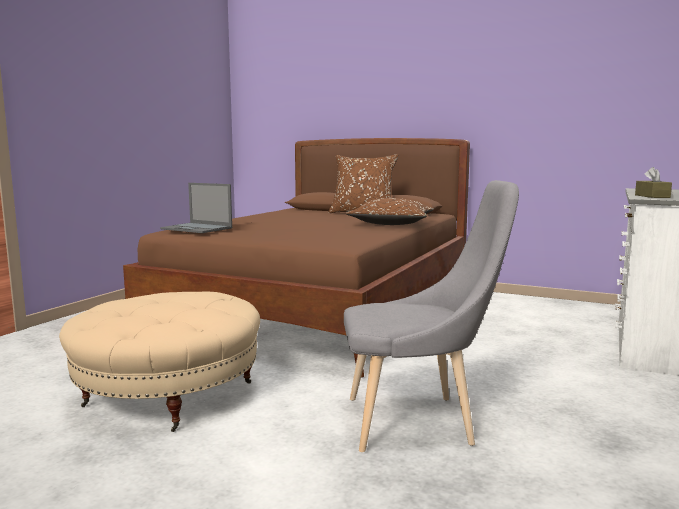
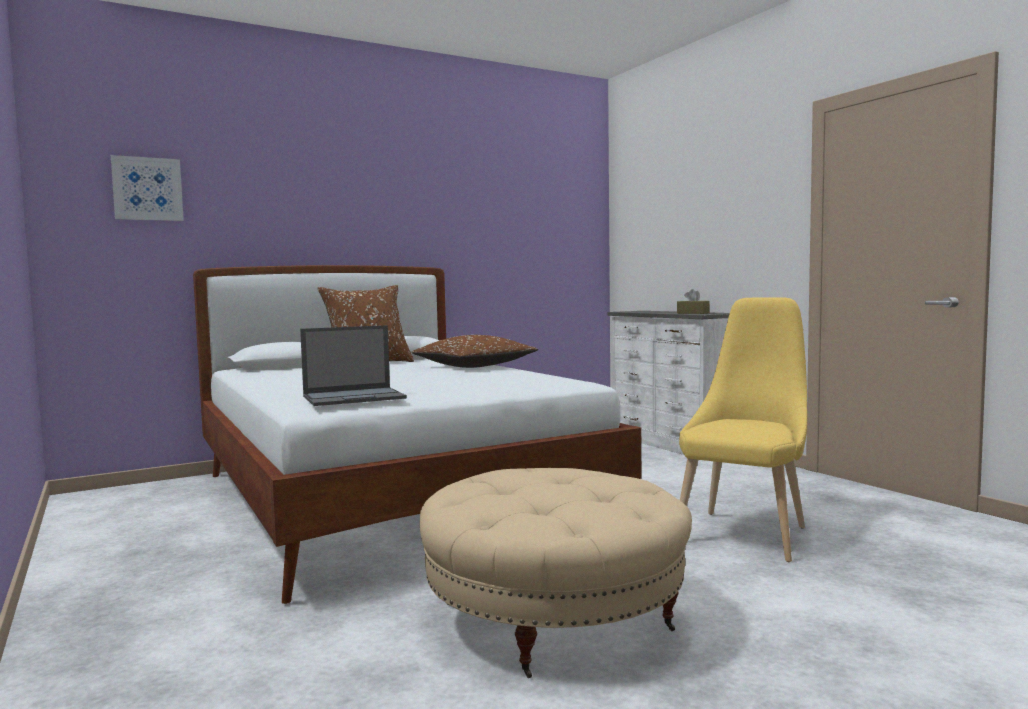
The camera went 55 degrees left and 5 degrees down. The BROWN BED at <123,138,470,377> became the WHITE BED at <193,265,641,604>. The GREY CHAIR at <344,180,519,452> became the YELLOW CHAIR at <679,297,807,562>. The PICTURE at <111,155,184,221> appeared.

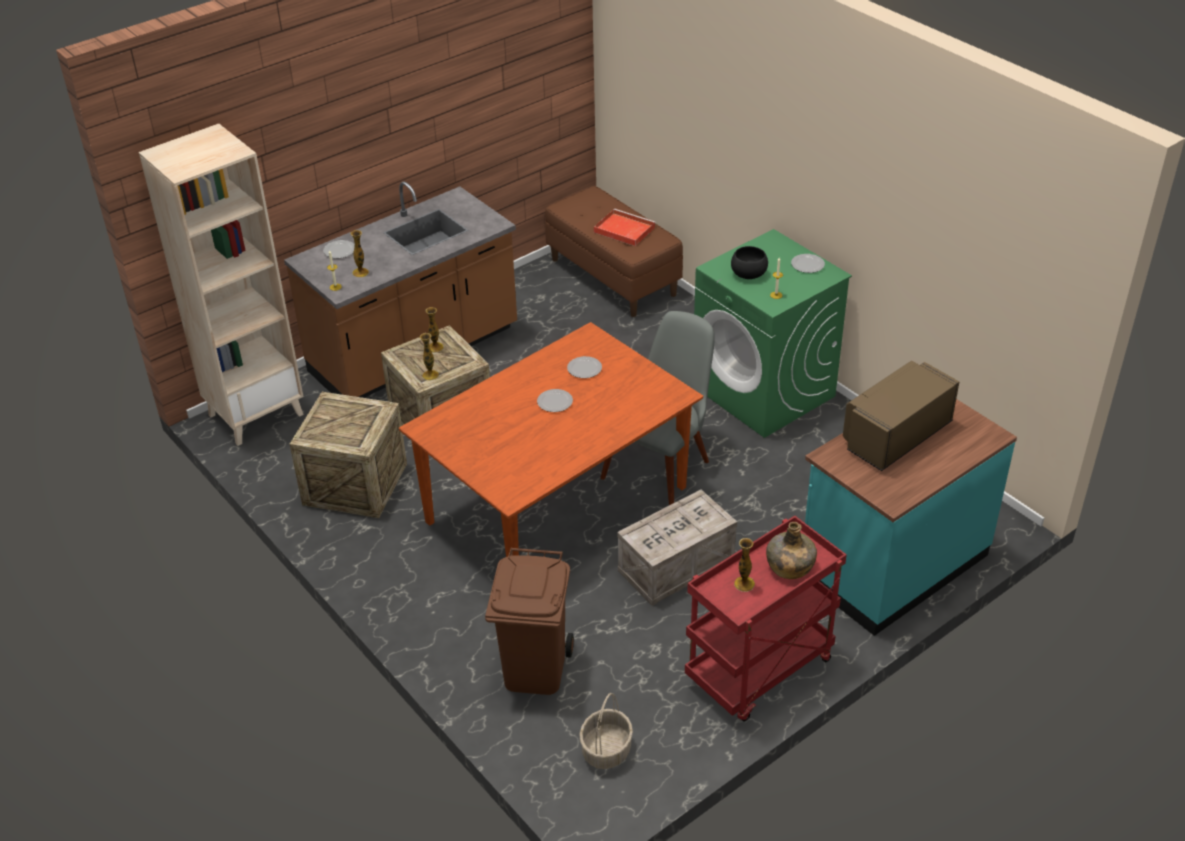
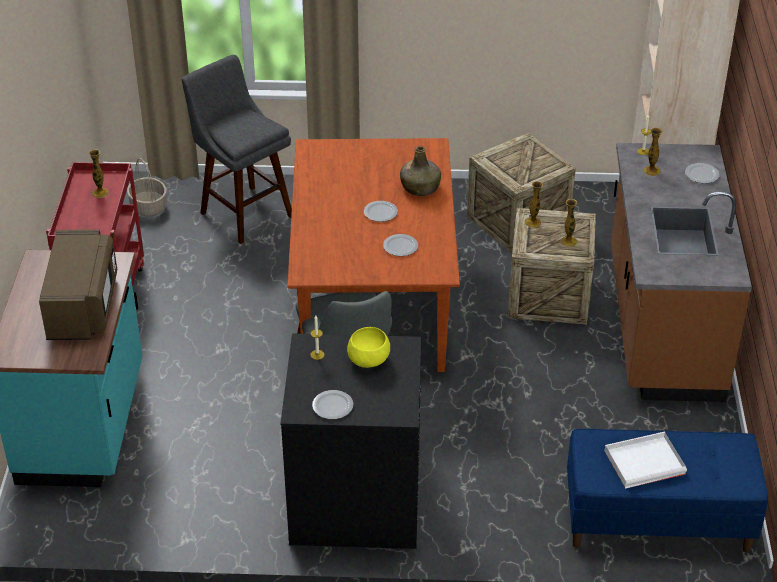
The camera went 130 degrees right and 0 degrees up. The BROWN TRASH CAN at <485,548,574,695> was replaced by the GREY STOOL at <182,55,292,244>. The BROWN BENCH at <545,186,683,317> became the BLUE BENCH at <567,429,768,553>. The RED TRAY at <594,209,656,246> became the WHITE TRAY at <604,432,687,489>. The CRATE at <617,489,737,606> disappeared. The GREEN WASHING MACHINE at <694,229,852,438> became the BLACK WASHING MACHINE at <280,333,421,549>. The BLACK BOWL at <731,246,768,279> became the YELLOW BOWL at <347,327,390,368>. The GREEN BOTTLE moved from <766,522,817,579> to <400,146,441,196>.

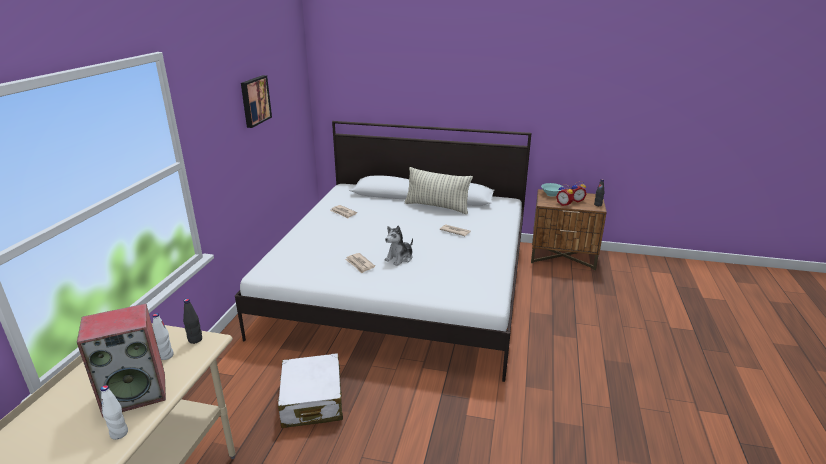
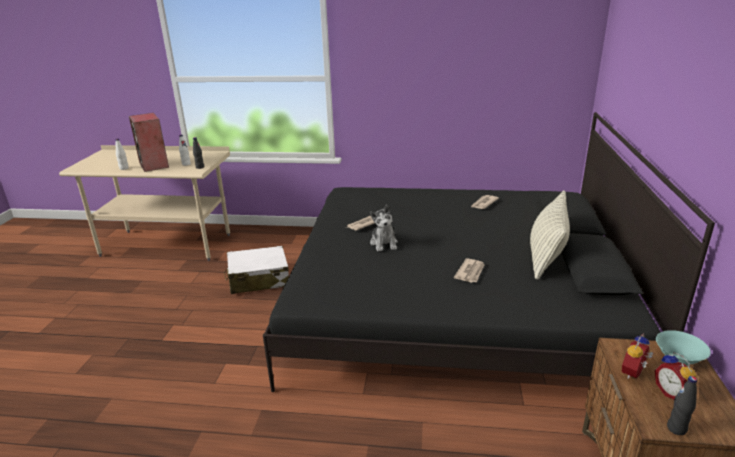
The camera went 85 degrees right and 0 degrees up. The WHITE BED at <235,121,531,382> became the BLACK BED at <263,112,715,392>. The PICTURE at <241,75,272,128> disappeared. The PLUSH TOY at <385,226,413,266> turned 135 degrees counterclockwise.

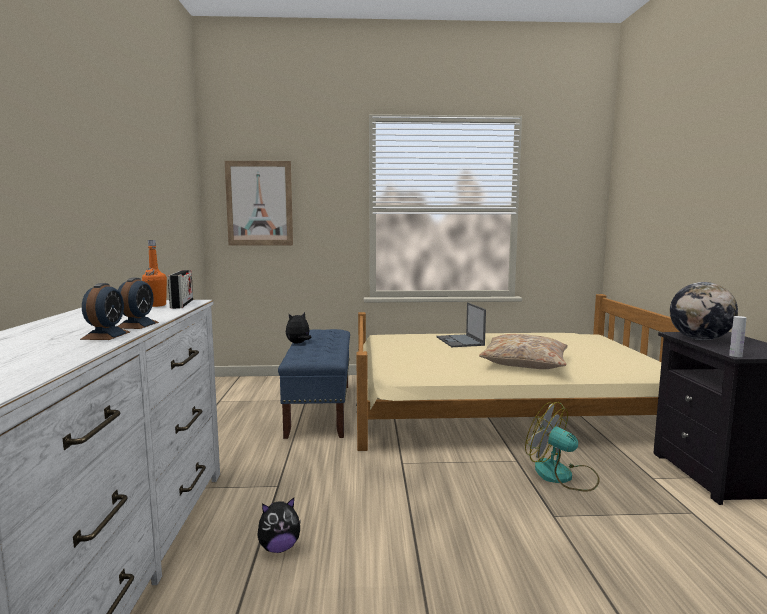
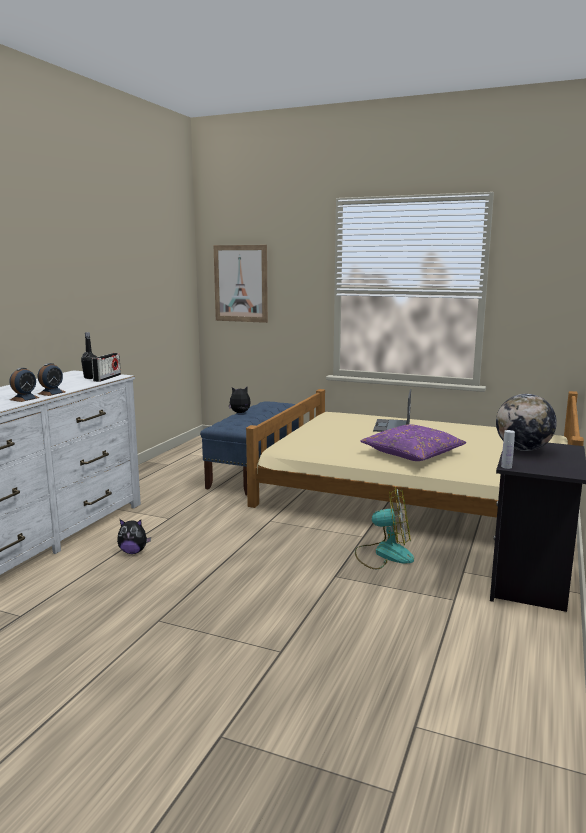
The camera went 25 degrees right and 5 degrees up. The ORANGE BOTTLE at <142,240,167,307> became the BLACK BOTTLE at <81,332,97,379>. The BEIGE PILLOW at <479,334,568,369> became the PURPLE PILLOW at <360,424,467,461>. The FAN at <525,402,600,492> turned 120 degrees clockwise.

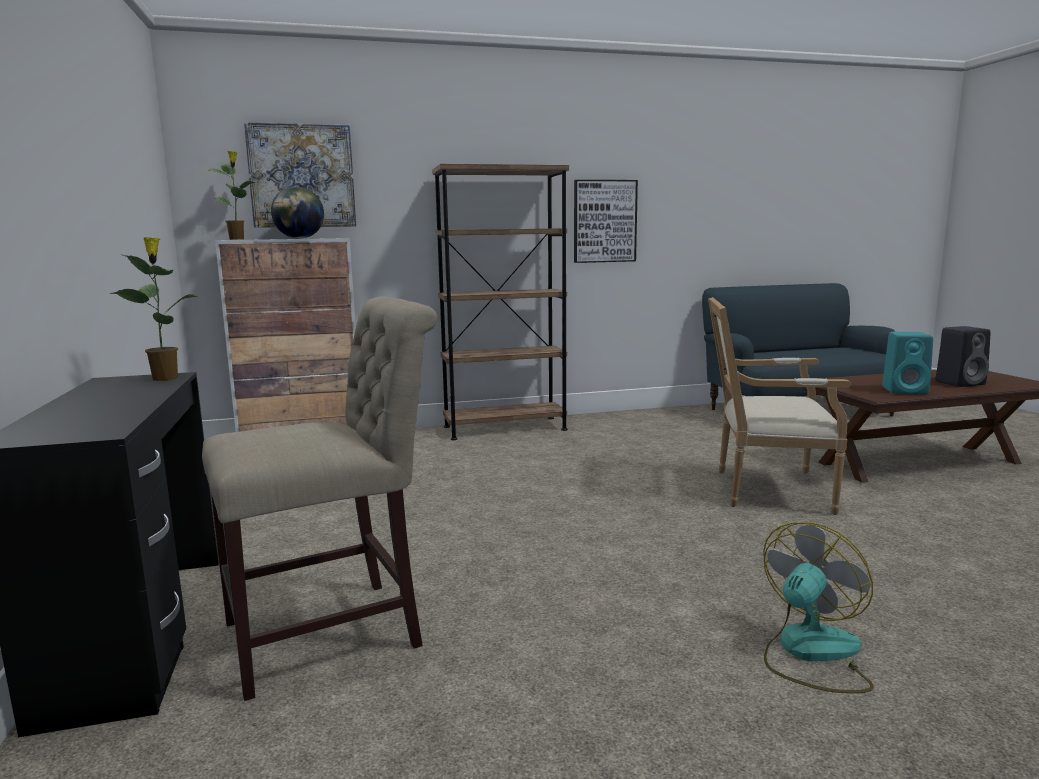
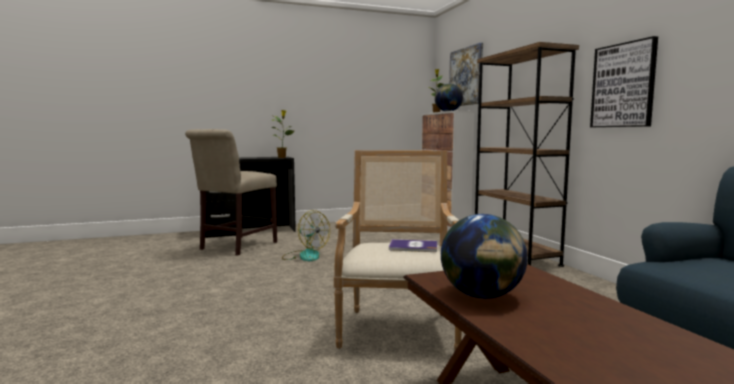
The camera went 85 degrees right and 5 degrees down. The BEIGE CHAIR at <202,296,437,701> turned 60 degrees clockwise. The FAN moved from <763,522,874,693> to <282,210,330,261>. The TURQUOISE SPEAKER at <882,332,933,394> was replaced by the GLOBE at <441,214,528,299>. The BLACK SPEAKER at <936,326,991,387> disappeared. The BOOK at <389,239,437,252> appeared.

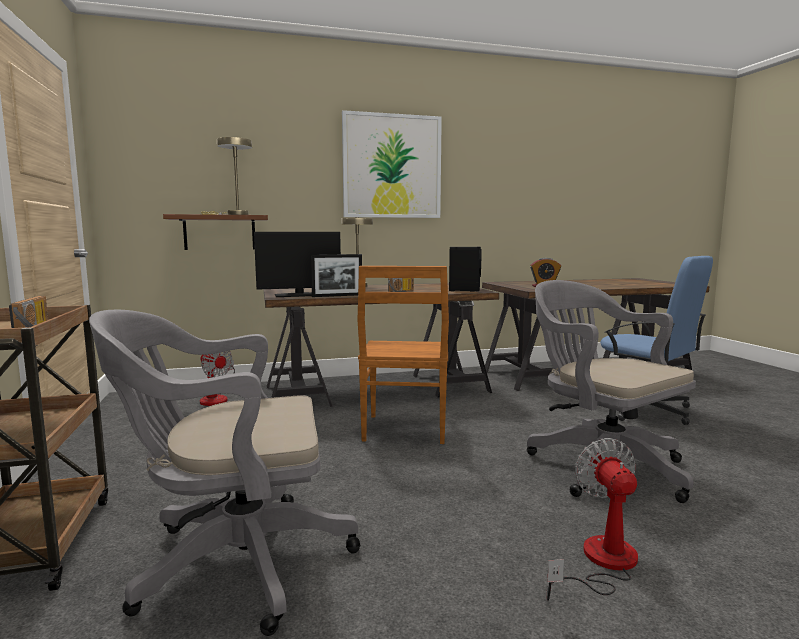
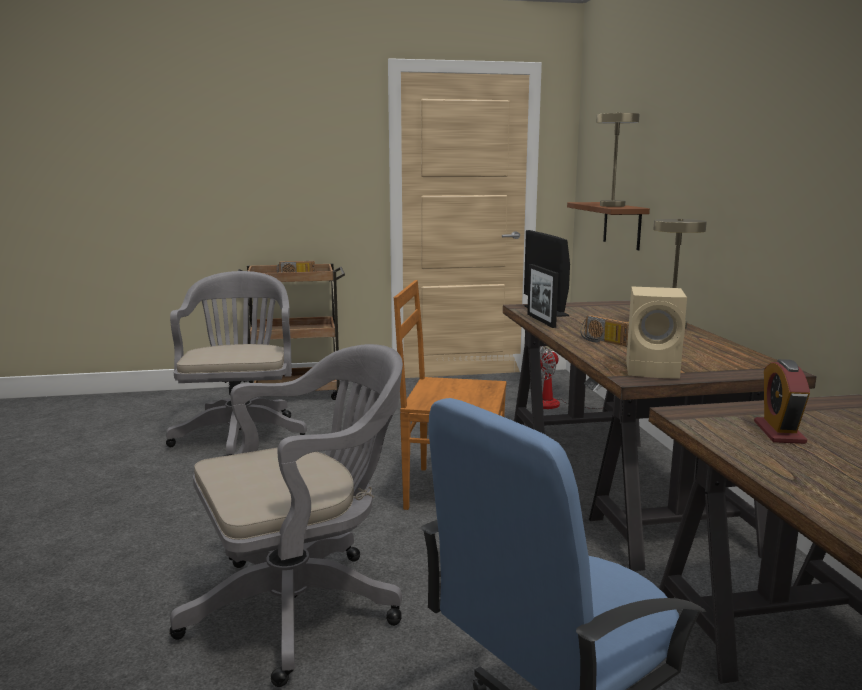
The camera went 95 degrees right and 5 degrees up. The PICTURE at <342,110,442,218> disappeared. The BLACK SPEAKER at <449,247,481,291> became the BEIGE SPEAKER at <626,286,687,378>. The FAN at <546,438,638,601> disappeared.

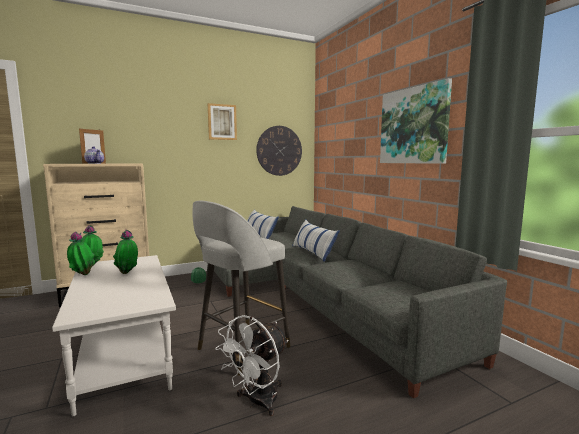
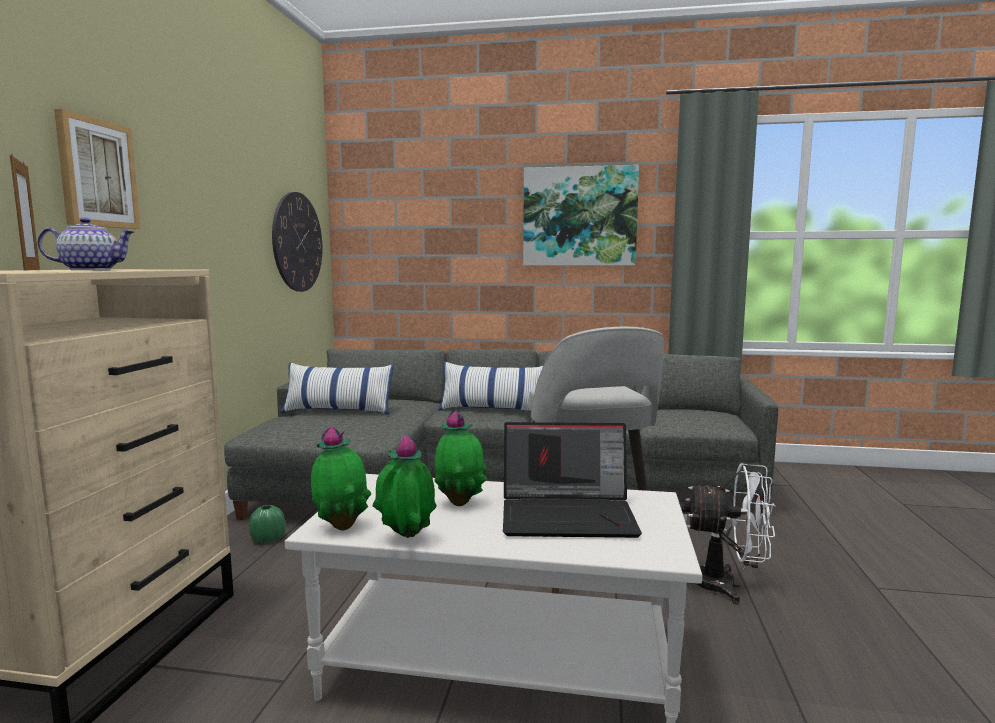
The camera went 55 degrees left and 0 degrees up. The PICTURE moved from <208,103,237,140> to <54,109,140,229>. The WHITE FAN at <215,315,288,416> turned 60 degrees counterclockwise. The LAPTOP at <503,422,642,538> appeared.

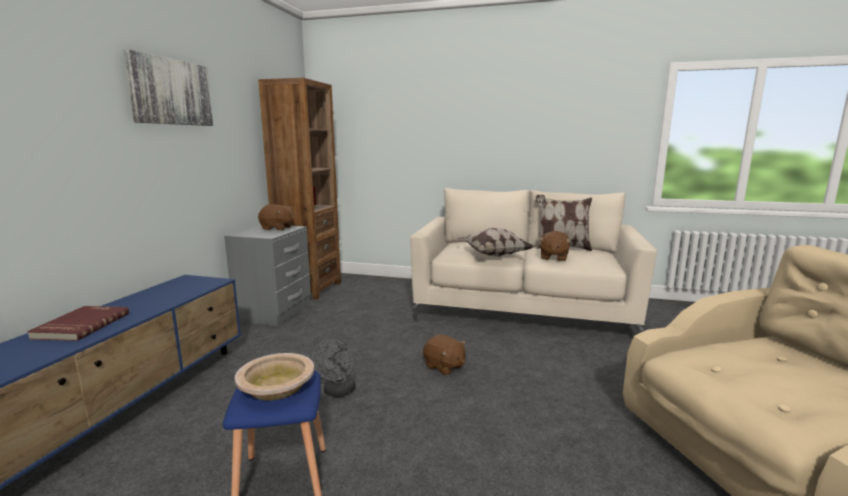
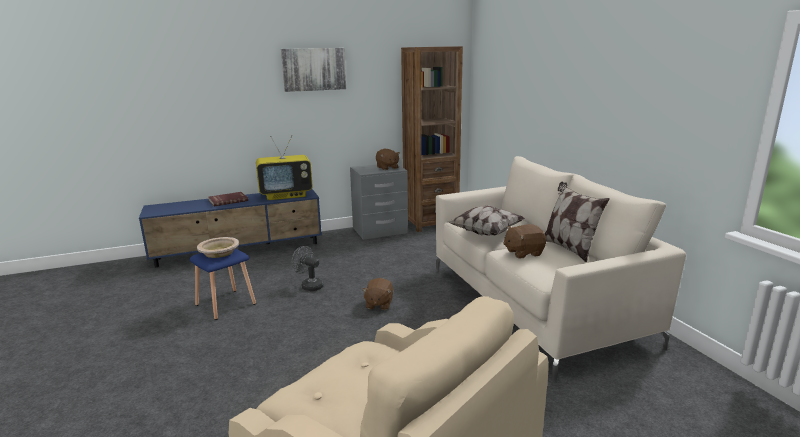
The camera went 55 degrees right and 5 degrees up. The GREY FAN at <312,340,355,397> turned 60 degrees clockwise. The TELEVISION at <256,135,313,200> appeared.

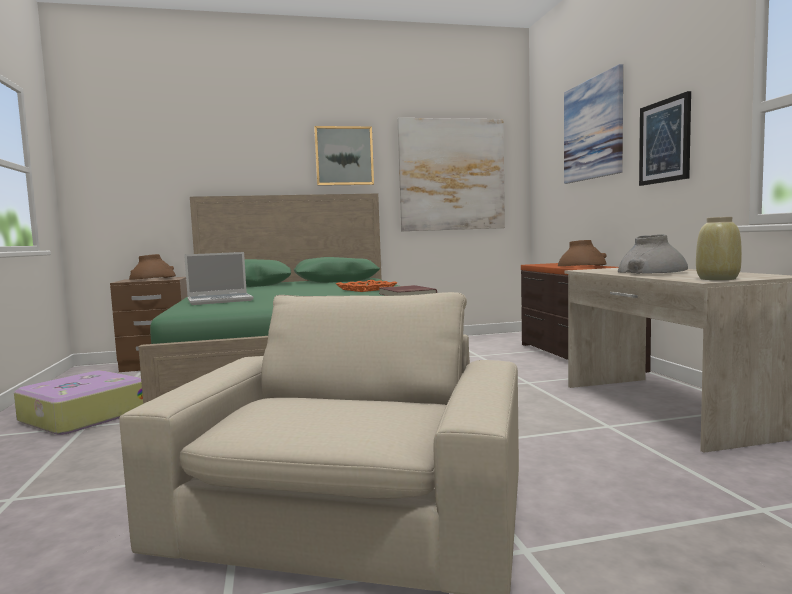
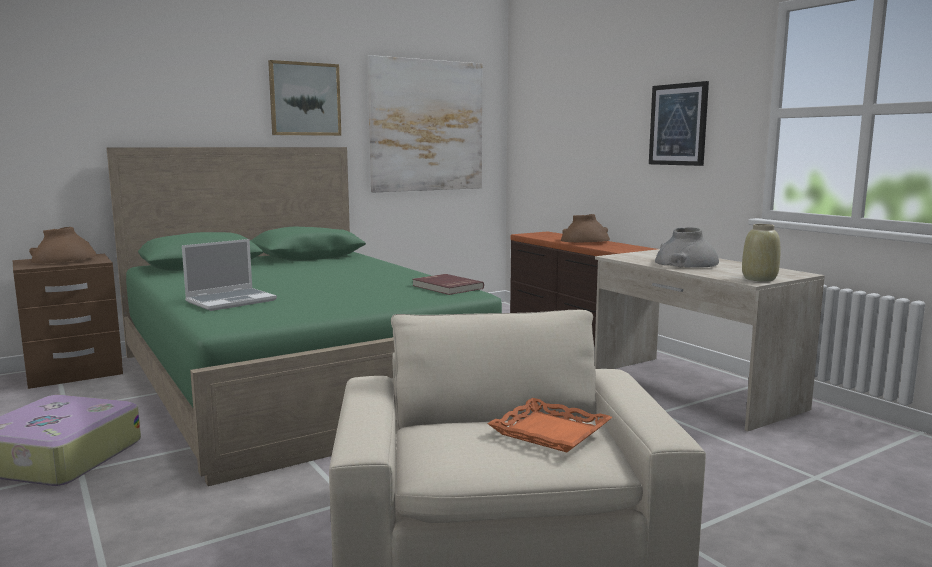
The camera went 20 degrees left and 5 degrees up. The ORANGE TRAY moved from <336,280,397,292> to <487,398,612,453>. The PICTURE at <564,64,623,184> disappeared.

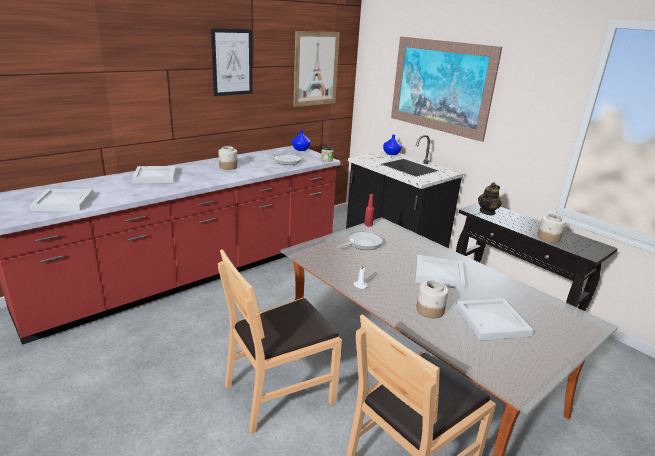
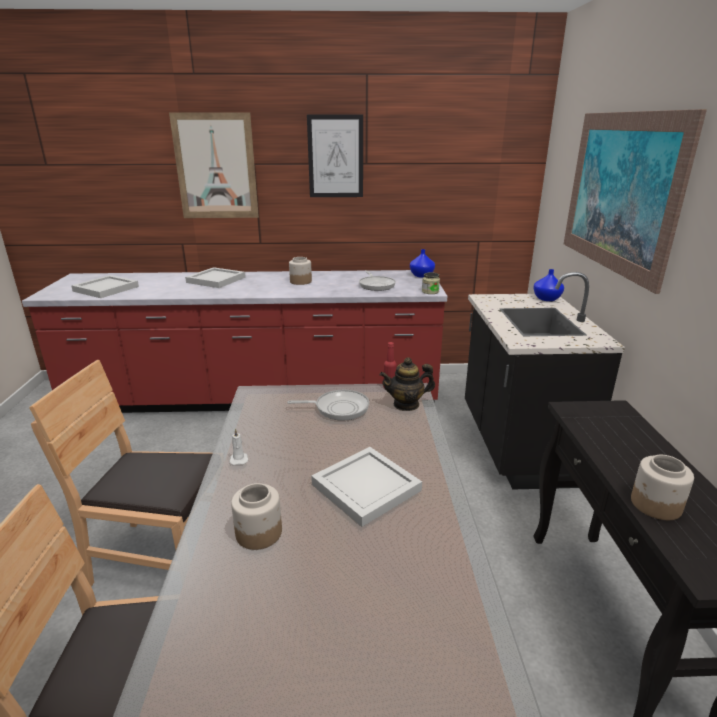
The camera went 40 degrees right and 0 degrees up. The PICTURE moved from <293,31,340,107> to <169,112,259,218>. The WHITE TRAY at <455,299,533,341> disappeared. The TEAPOT moved from <478,182,502,215> to <380,357,435,411>.

